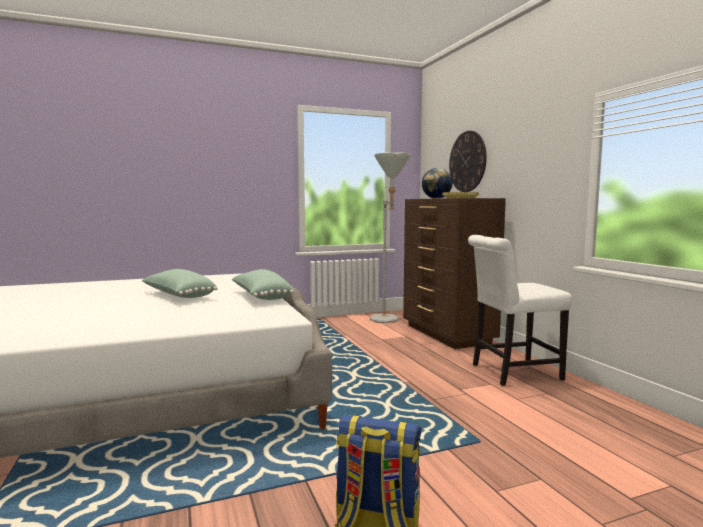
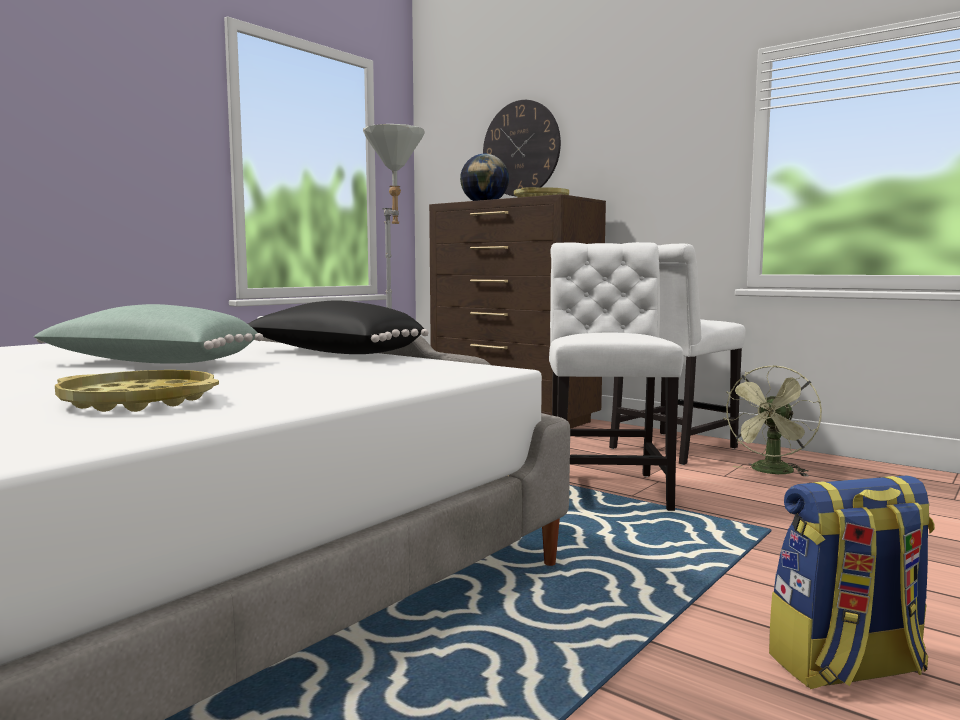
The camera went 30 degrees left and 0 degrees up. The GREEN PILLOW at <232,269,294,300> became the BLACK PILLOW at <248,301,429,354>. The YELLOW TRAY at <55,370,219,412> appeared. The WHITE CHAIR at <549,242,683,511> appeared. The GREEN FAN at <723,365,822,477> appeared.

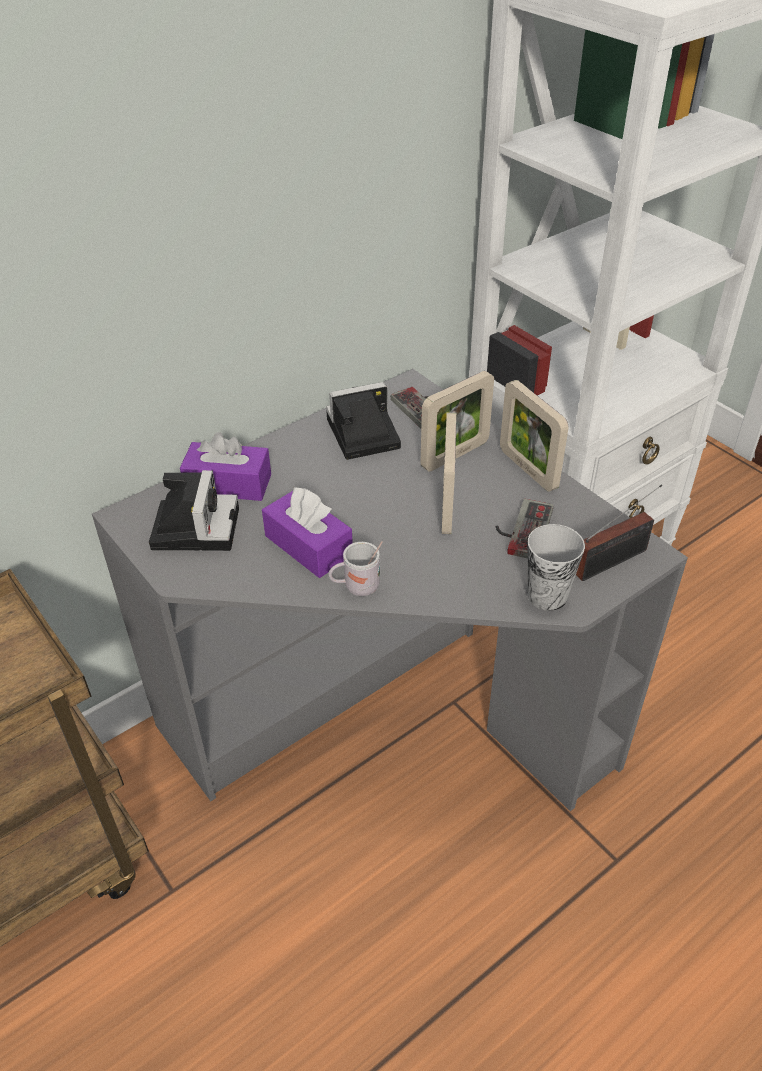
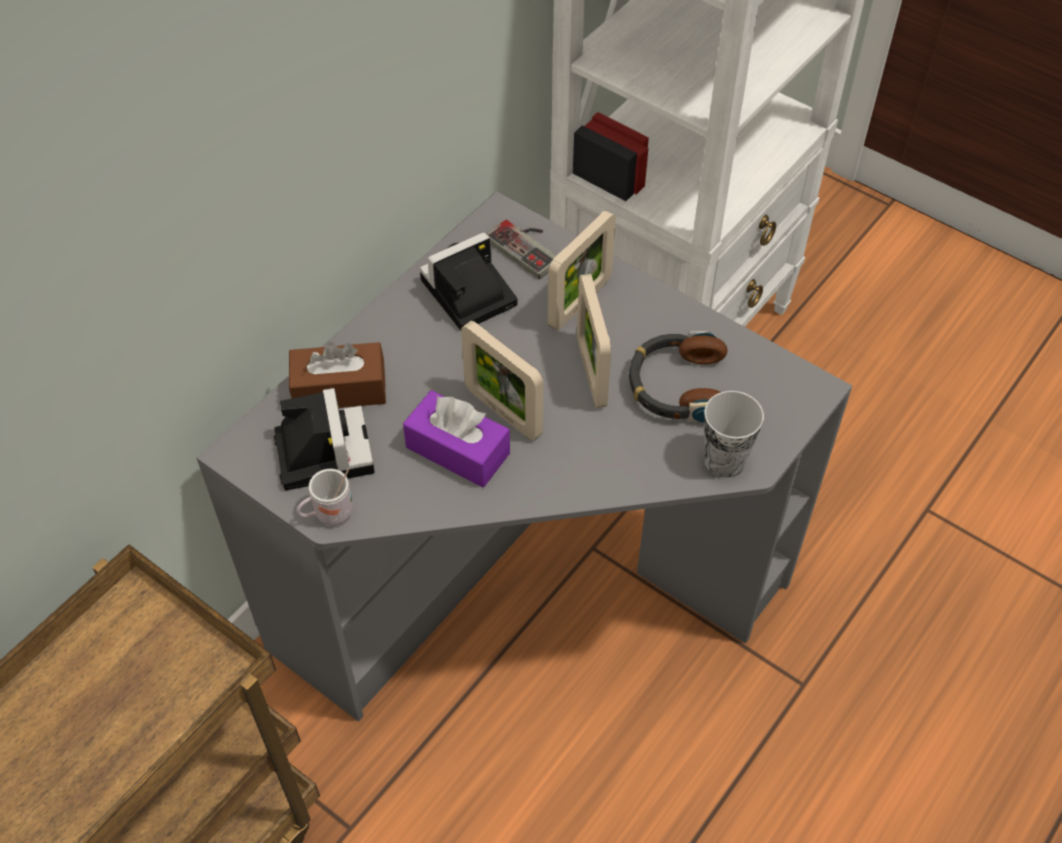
The camera went 15 degrees left and 10 degrees up. The PURPLE TISSUE BOX at <180,432,271,501> became the BROWN TISSUE BOX at <289,342,386,408>. The WHITE MUG moved from <328,541,383,596> to <297,467,353,526>. The GAME CONTROLLER at <496,499,554,559> was replaced by the HEADPHONES at <628,331,728,422>. The PICTURE FRAME moved from <500,380,568,492> to <461,321,543,441>. The RADIO at <576,485,662,581> disappeared.

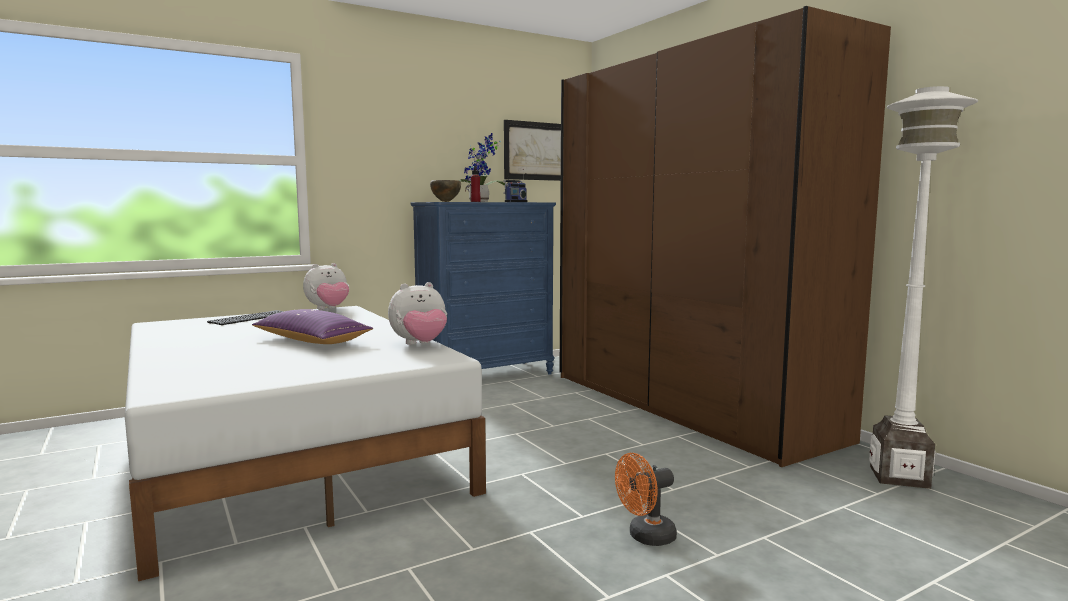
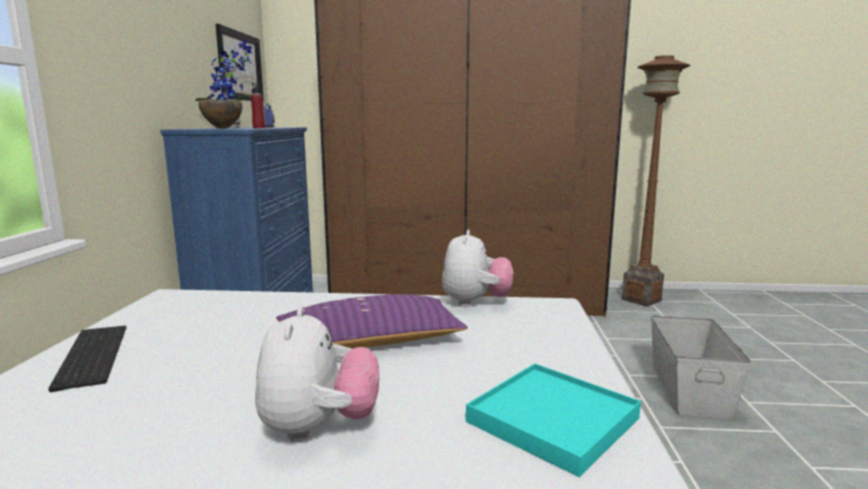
The camera went 55 degrees left and 5 degrees up. The PLUSH TOY moved from <303,263,349,310> to <255,306,379,442>. The ORANGE FAN at <615,453,677,546> was replaced by the GREY STORAGE BOX at <651,316,751,420>. The WHITE FLOOR LAMP at <869,86,978,489> became the BROWN FLOOR LAMP at <622,55,690,307>. The TURQUOISE TRAY at <466,363,641,477> appeared.

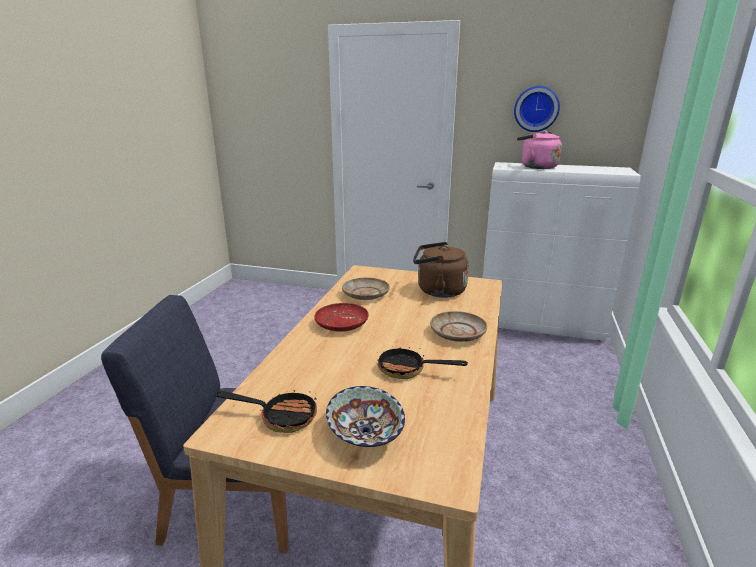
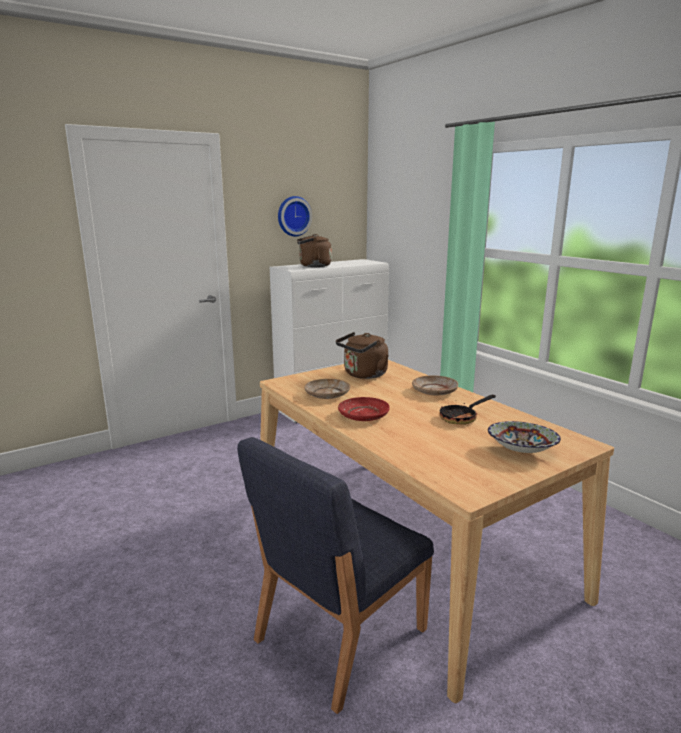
The camera went 50 degrees left and 5 degrees down. The FRYING PAN at <215,390,317,433> disappeared. The PINK KETTLE at <517,130,562,169> became the BROWN KETTLE at <297,234,332,267>.

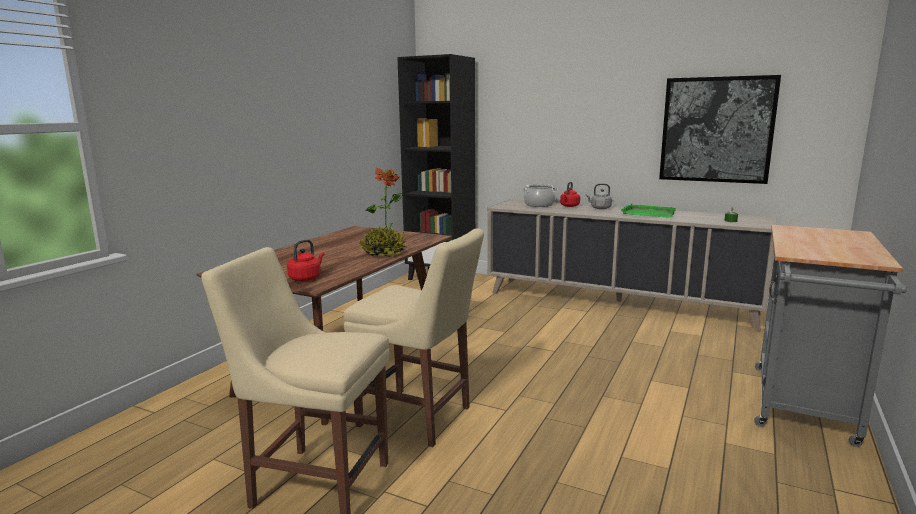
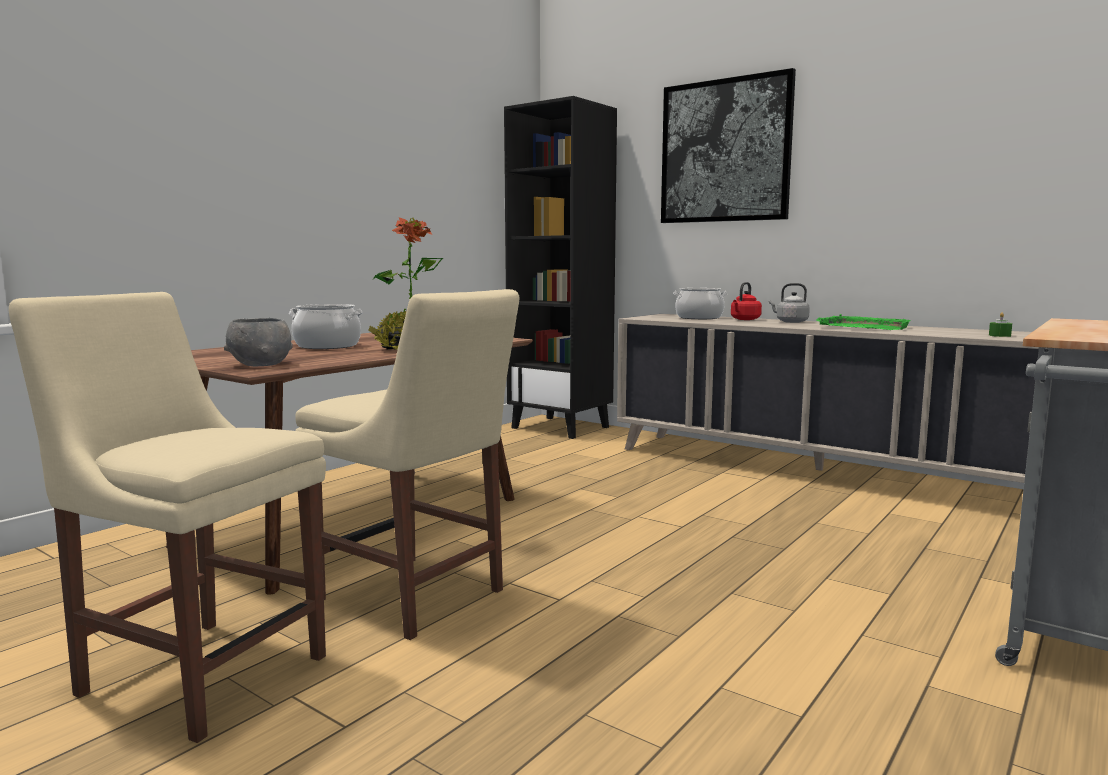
The camera went 10 degrees right and 5 degrees down. The RED KETTLE at <287,239,324,281> was replaced by the GREY BOWL at <224,318,293,366>. The PICTURE moved from <659,75,781,184> to <661,68,796,223>. The COOKING POT at <289,304,363,349> appeared.

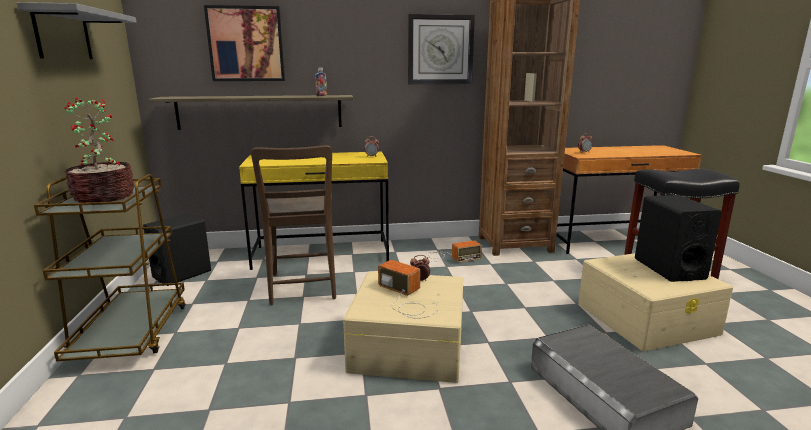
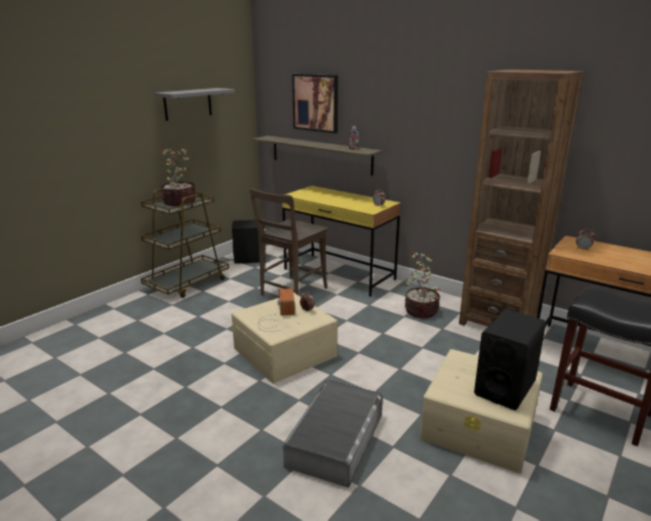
The camera went 45 degrees right and 5 degrees up. The WALL CLOCK at <408,14,475,84> disappeared. The RADIO at <426,240,482,262> was replaced by the POTTED PLANT at <405,251,441,318>.

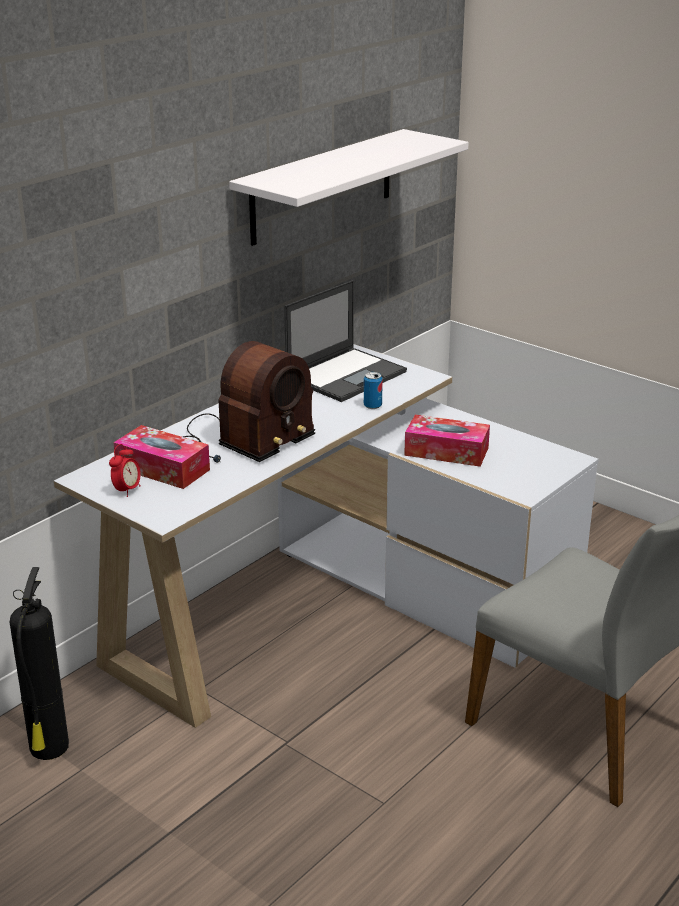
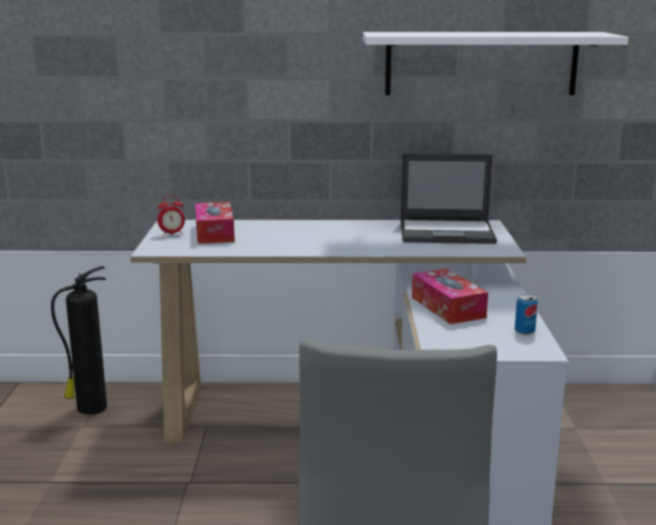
The camera went 50 degrees right and 10 degrees down. The RADIO at <183,341,315,463> disappeared. The CAN moved from <364,372,383,409> to <515,294,538,335>.

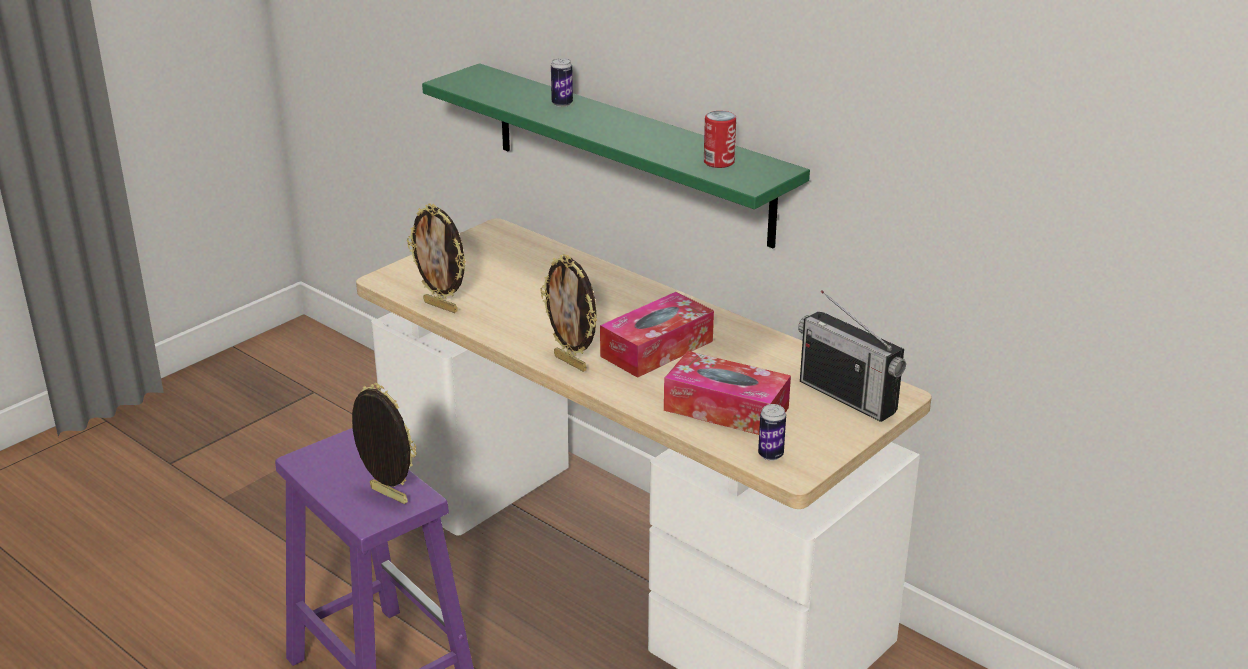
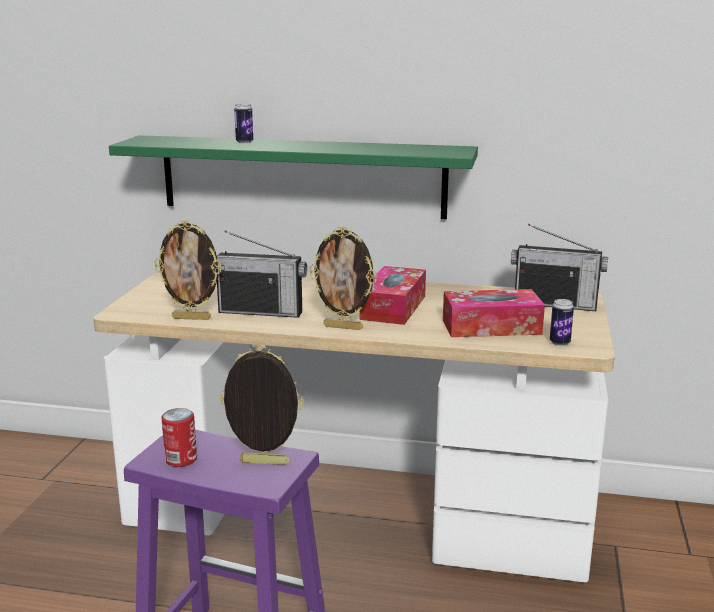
The camera went 30 degrees left and 10 degrees down. The CAN moved from <704,111,736,168> to <161,408,197,467>. The RADIO at <217,231,307,318> appeared.

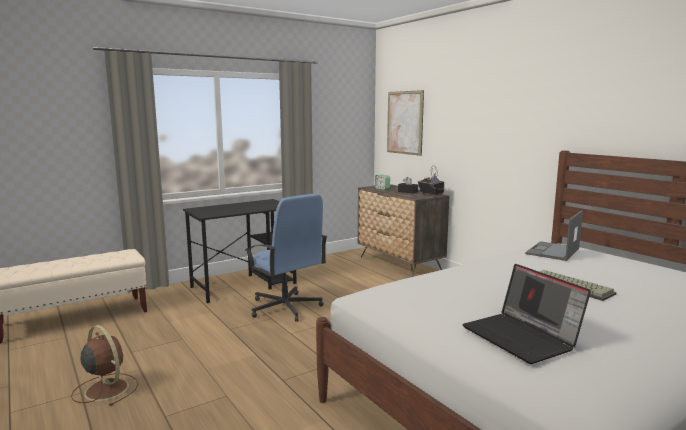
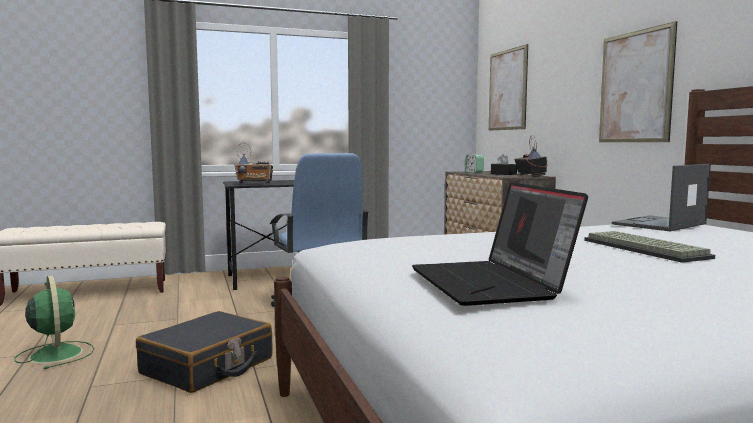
The camera went 15 degrees right and 5 degrees down. The BROWN FAN at <71,325,138,406> became the GREEN FAN at <14,275,94,369>. The BLACK SUITCASE at <136,311,273,393> appeared. The RADIO at <235,143,273,183> appeared. The PICTURE at <599,21,677,142> appeared.

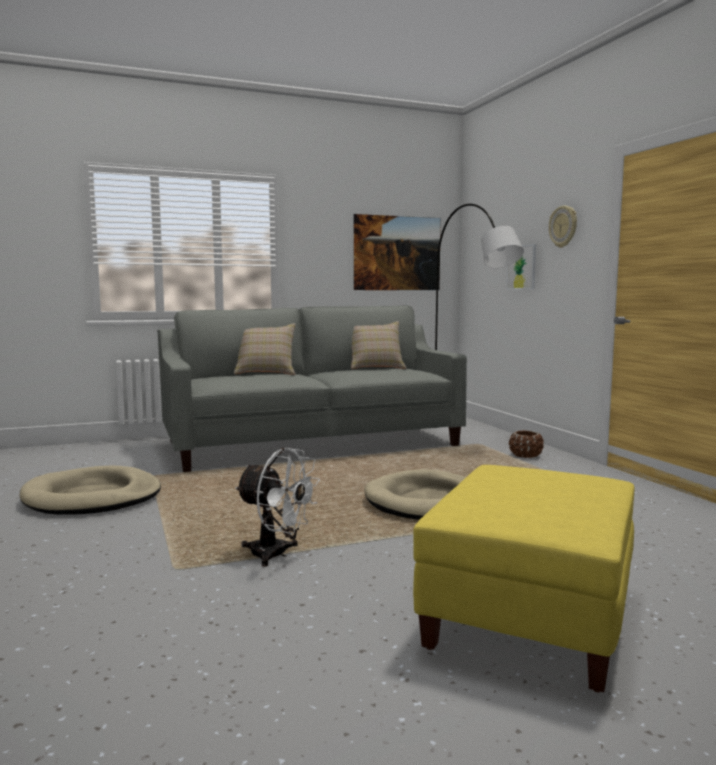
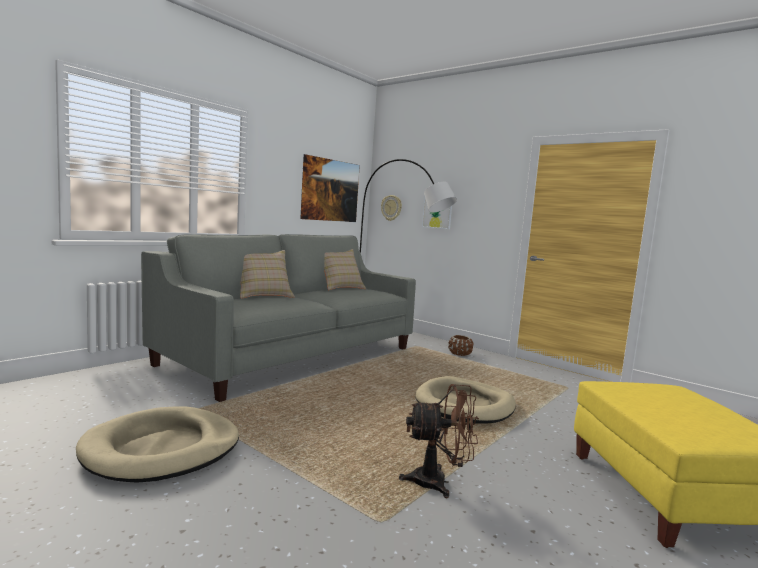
The camera went 30 degrees left and 0 degrees up. The WHITE FAN at <235,448,320,567> became the BROWN FAN at <399,384,479,498>. The WALL CLOCK moved from <549,206,577,248> to <381,195,402,221>.

